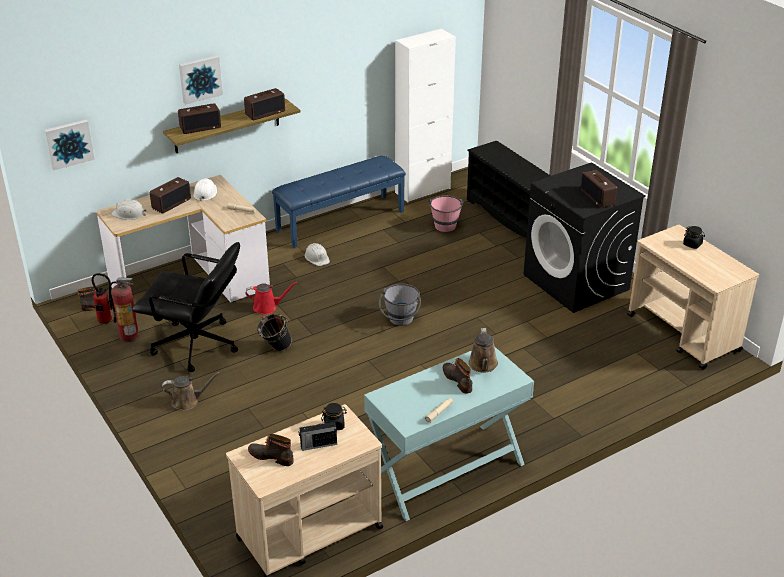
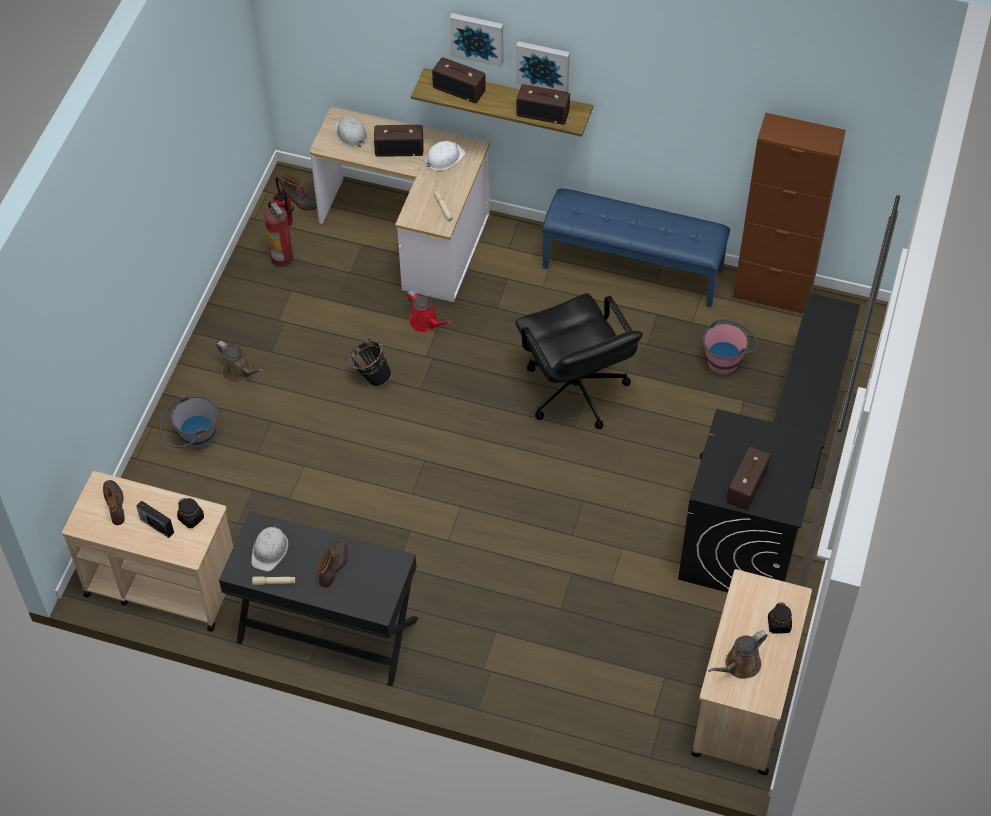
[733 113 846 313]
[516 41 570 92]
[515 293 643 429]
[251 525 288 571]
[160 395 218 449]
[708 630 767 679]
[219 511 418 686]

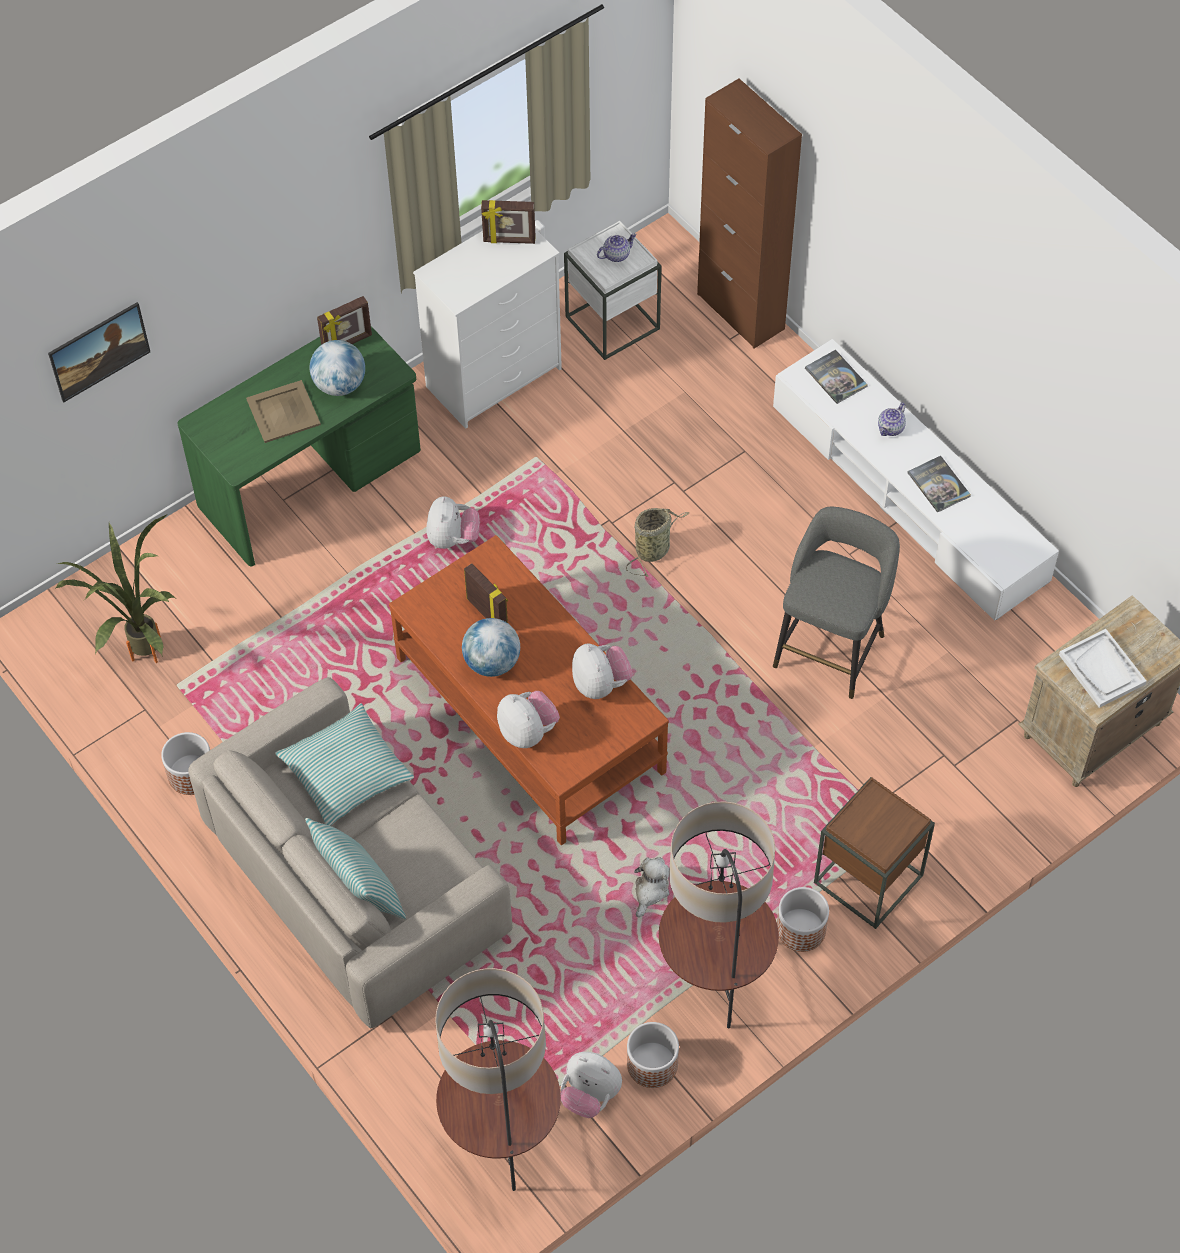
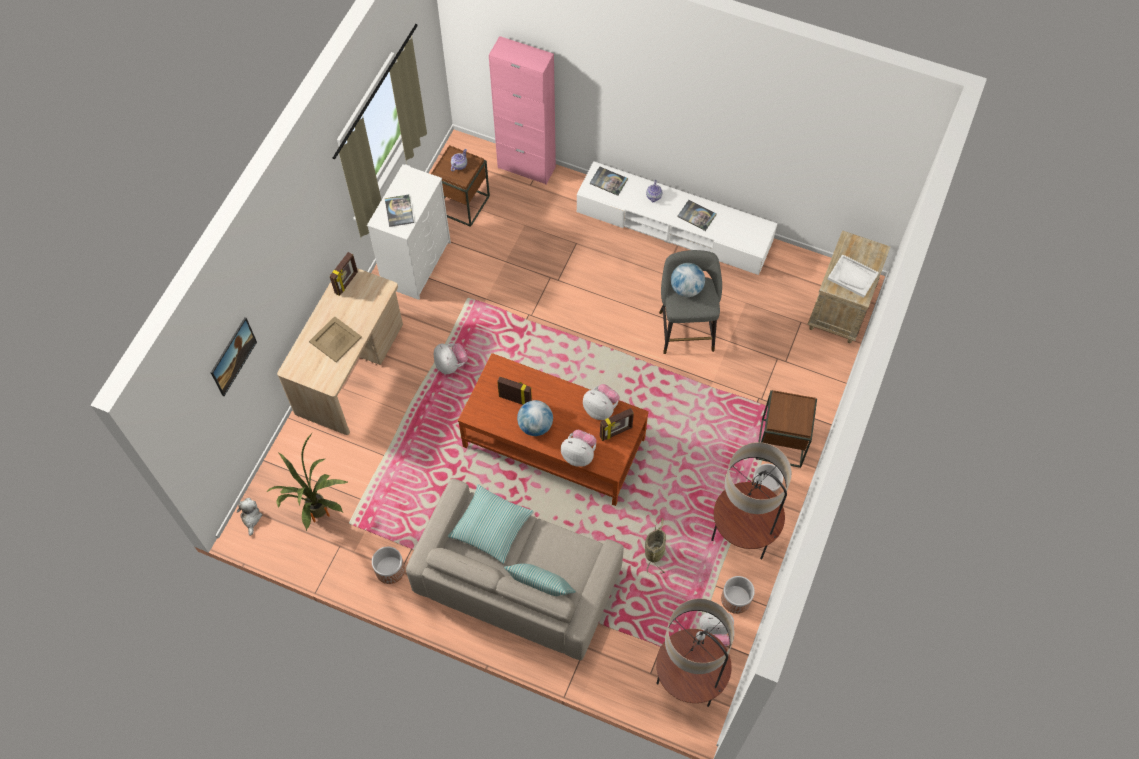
[489 36 556 185]
[600 408 634 441]
[431 145 490 227]
[277 268 403 435]
[671 263 705 297]
[645 518 666 575]
[237 498 262 536]
[385 194 414 227]

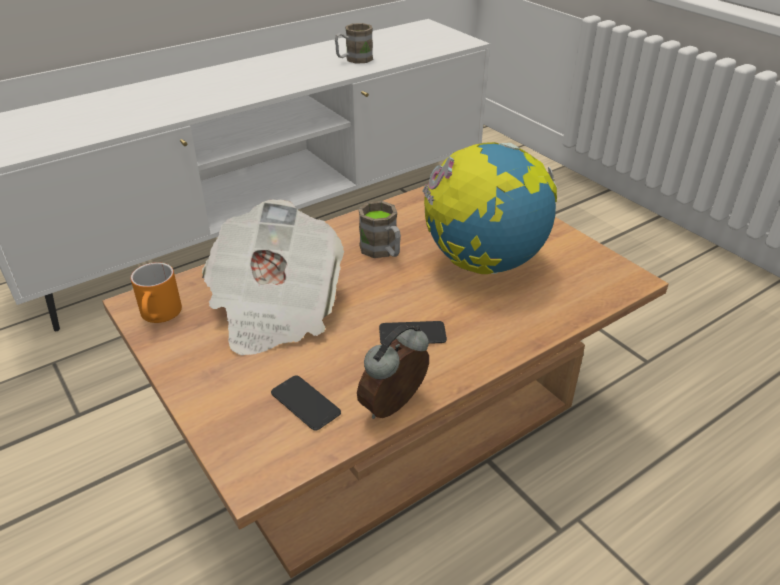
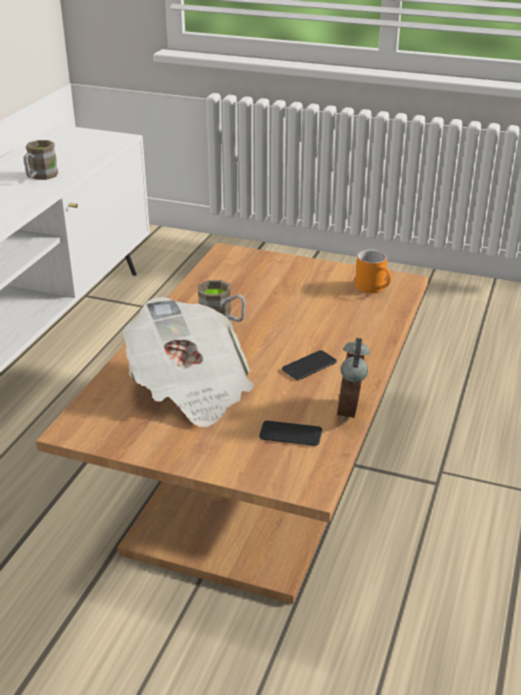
[422 142 557 274] (first image)
[355 250 391 293]

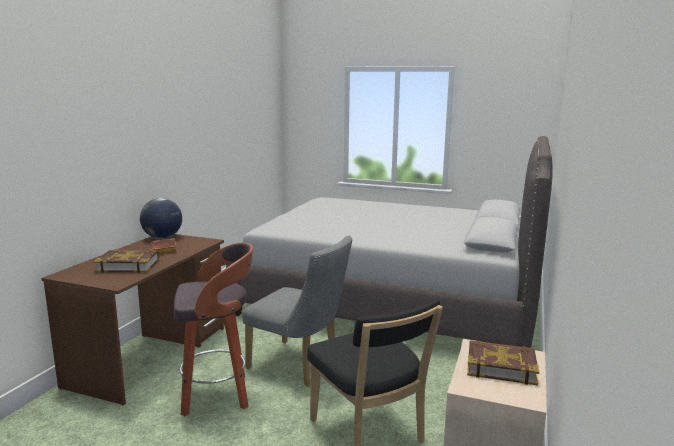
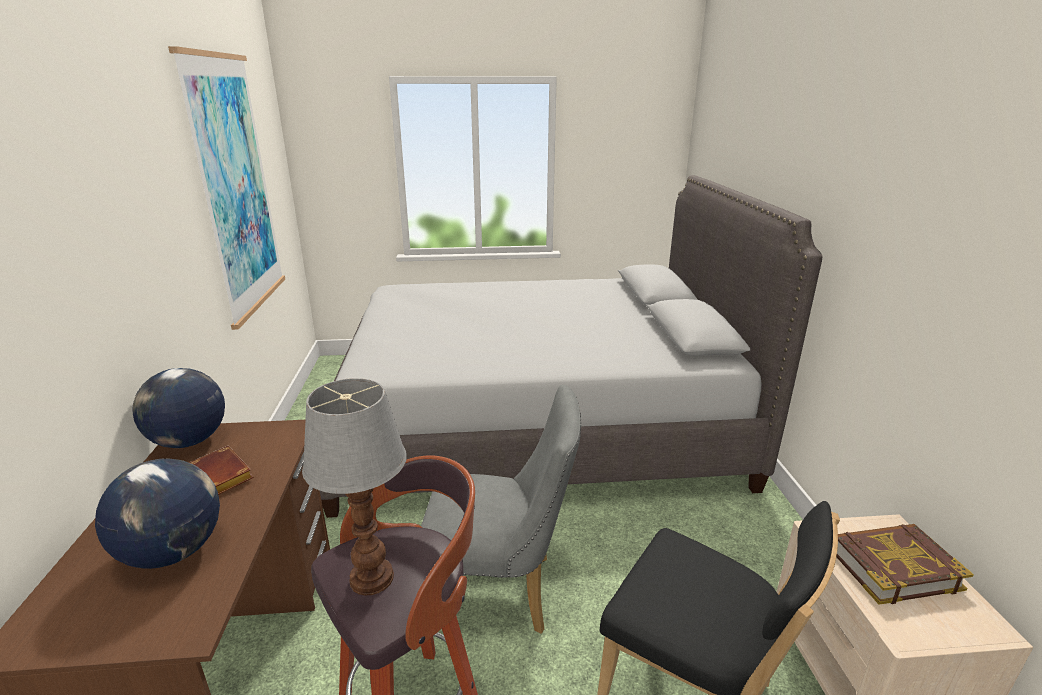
[95 458 220 569]
[168 46 285 330]
[302 378 407 595]

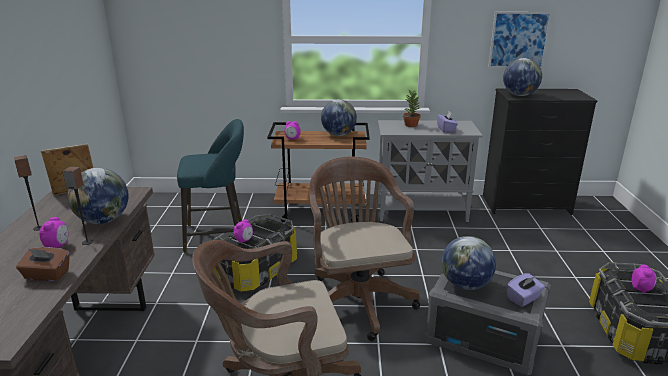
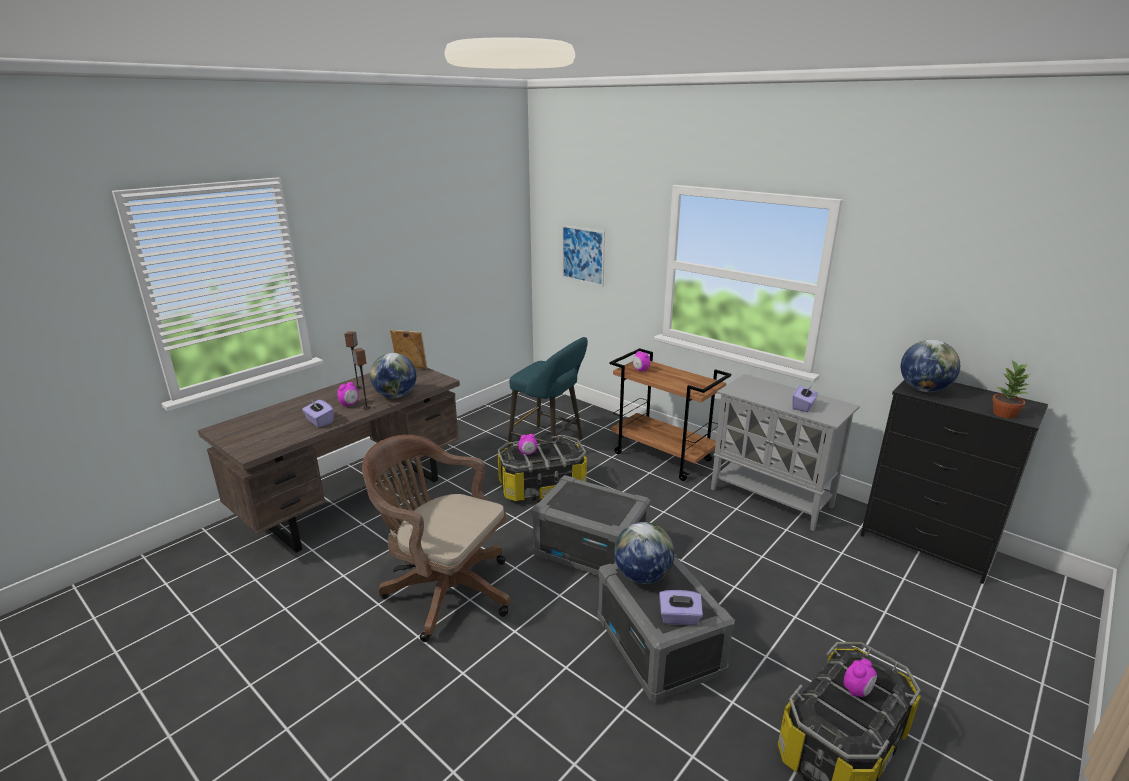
[562 225 605 286]
[992 360 1030 419]
[321 99 357 136] (first image)
[532 475 650 576]
[302 400 334 428]

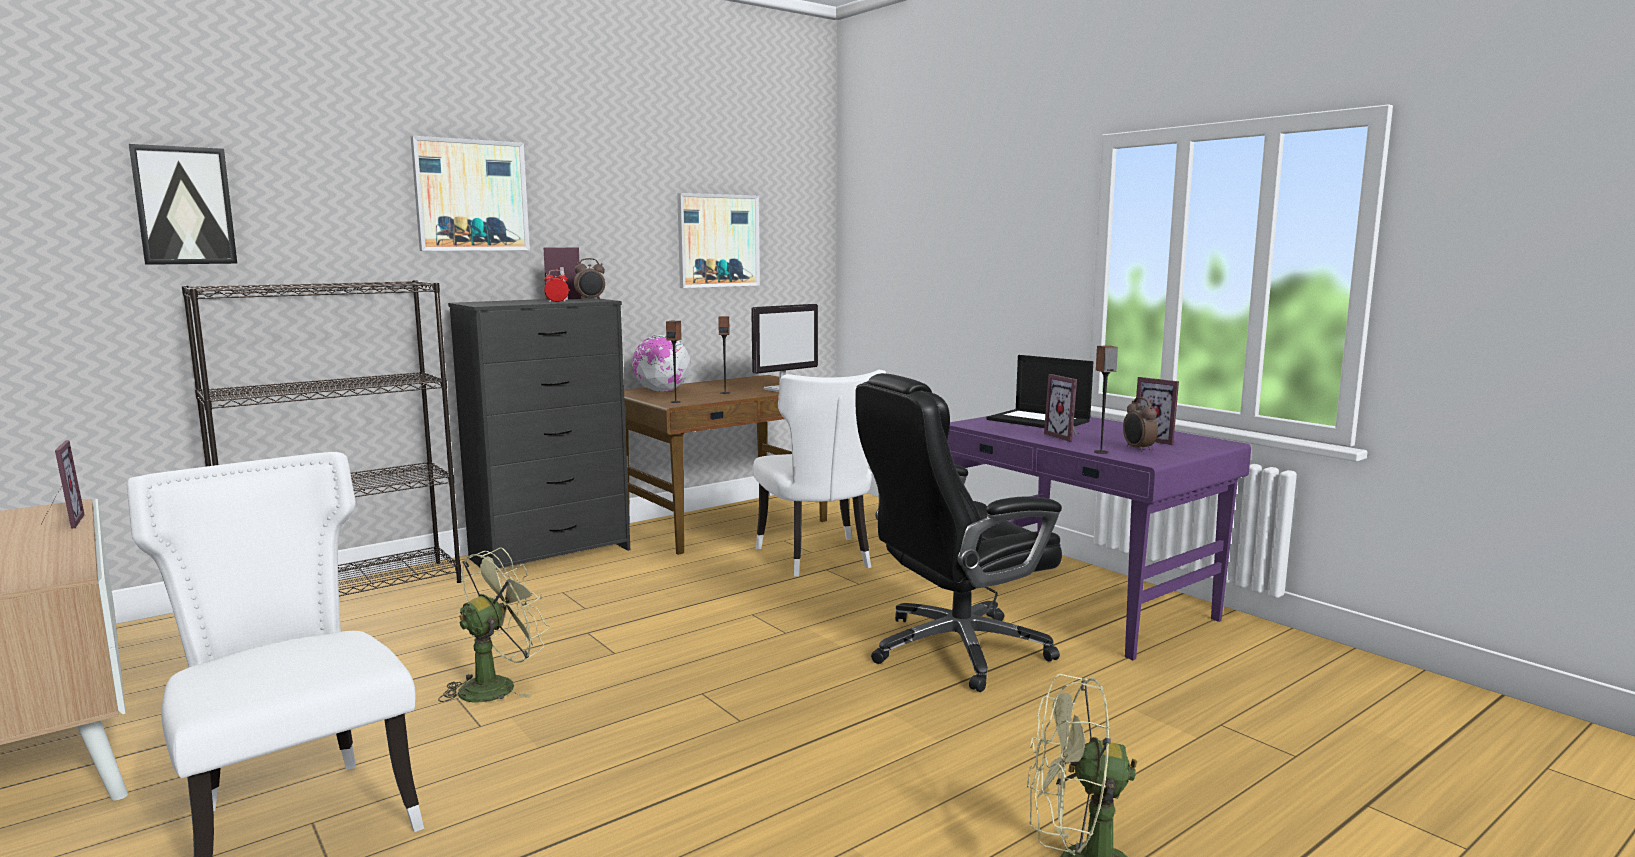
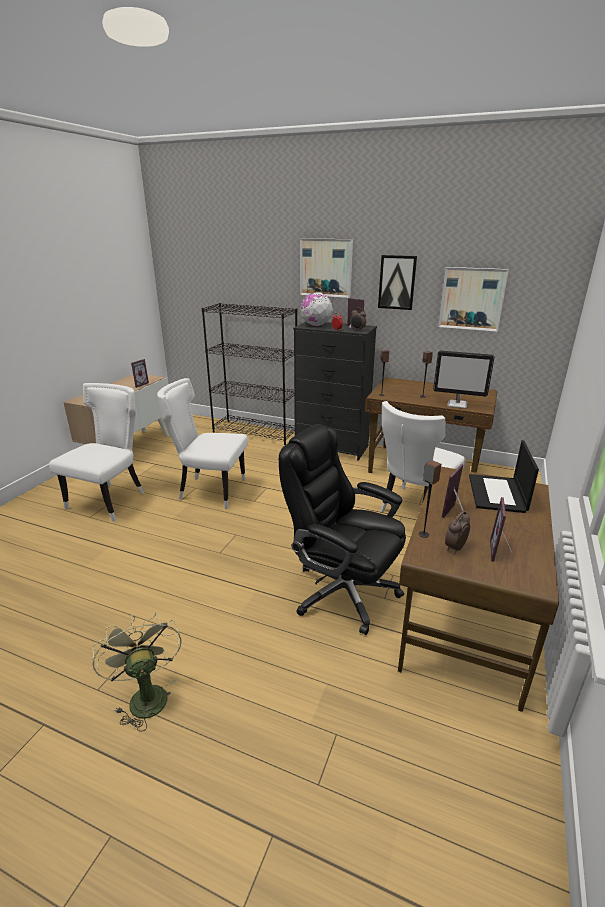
[378 255 417 310]
[300 292 333 326]
[398 467 559 712]
[157 378 248 509]

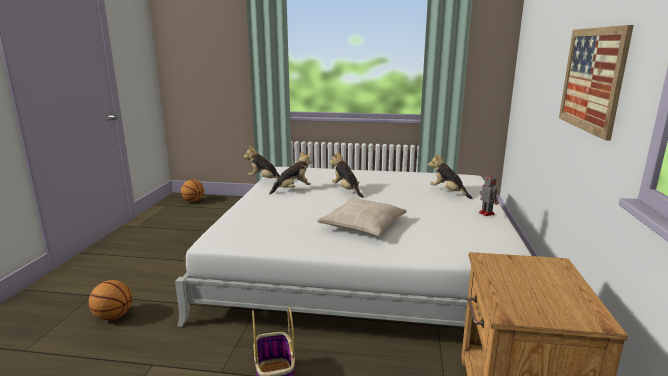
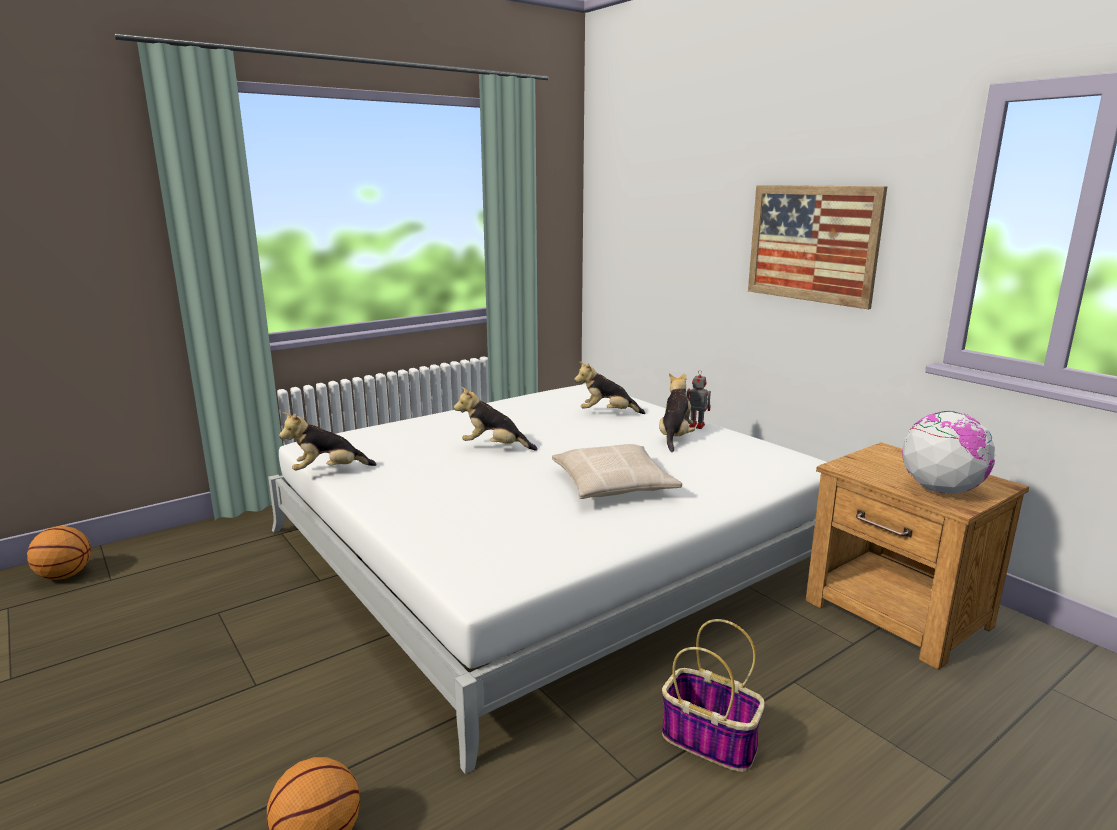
[659 373 695 452]
[902 411 995 494]

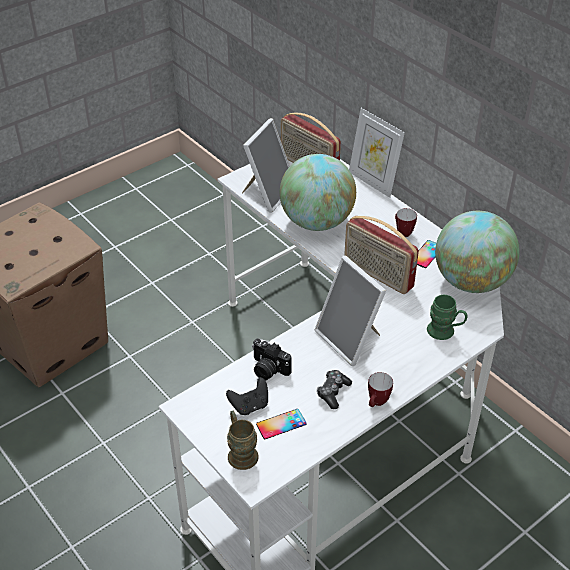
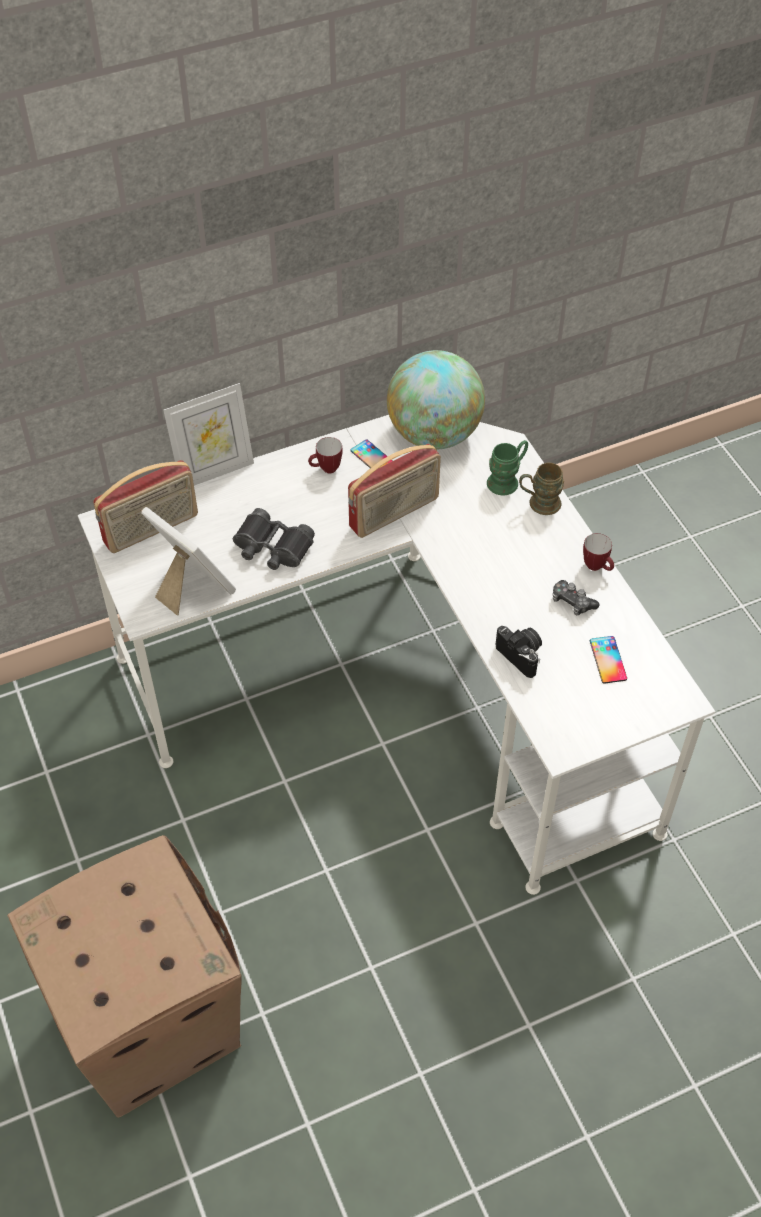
[233 508 315 570]
[315 256 386 366] (first image)
[496 626 542 678]
[226 377 268 415] (first image)
[519 463 564 515]

